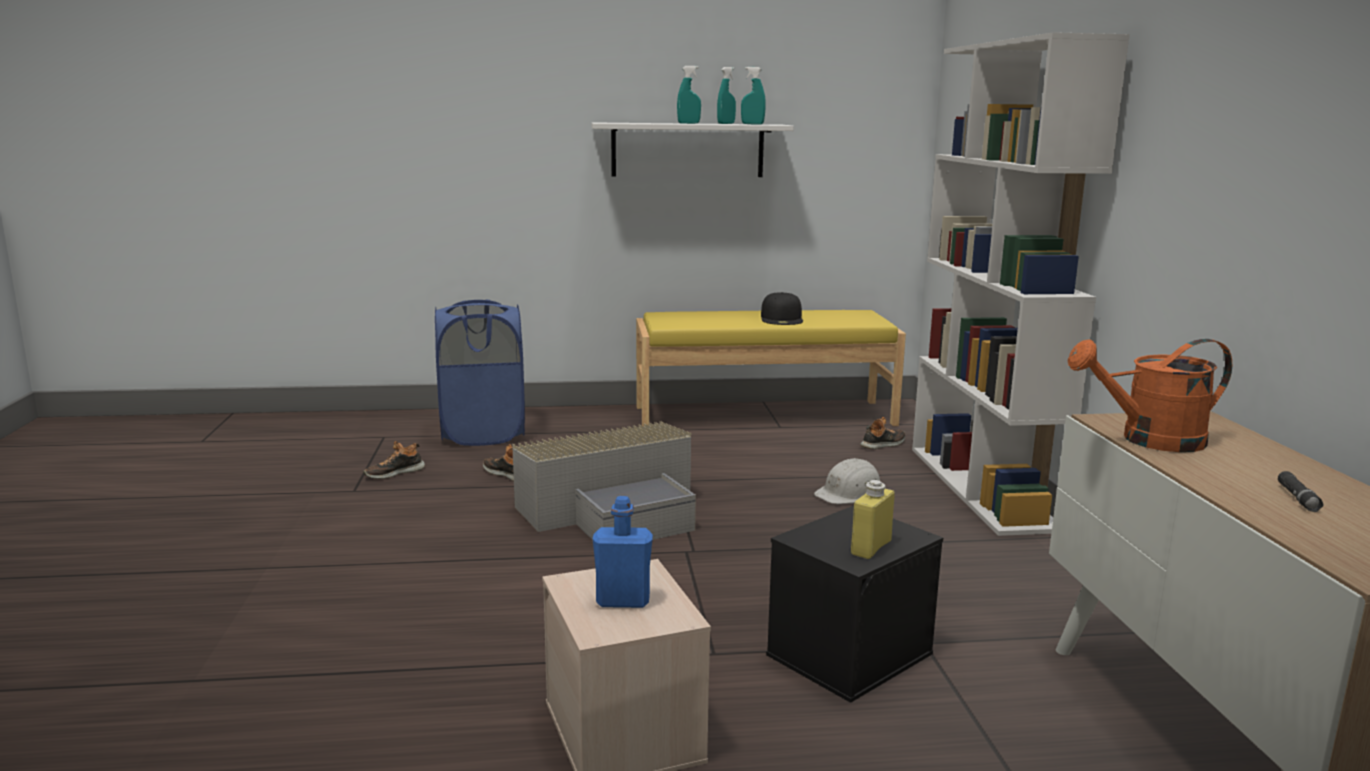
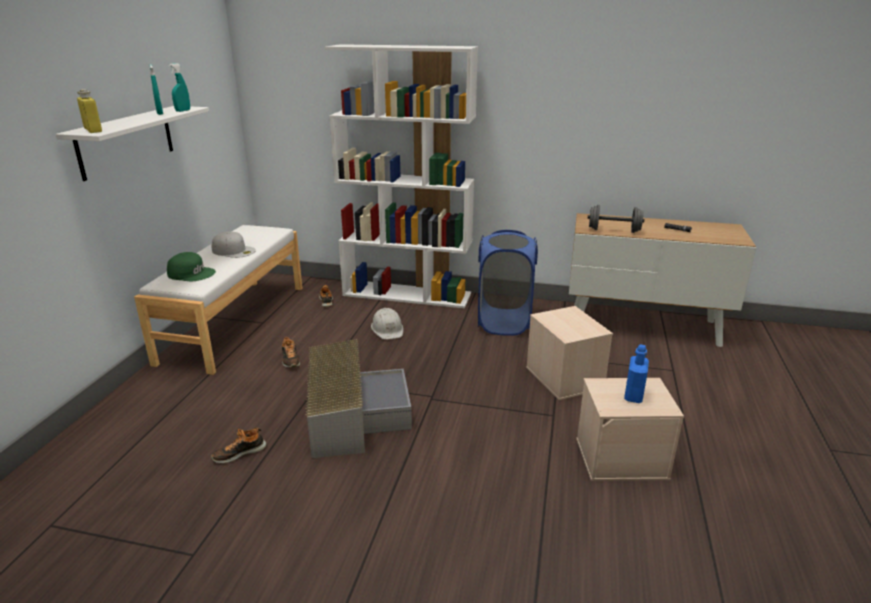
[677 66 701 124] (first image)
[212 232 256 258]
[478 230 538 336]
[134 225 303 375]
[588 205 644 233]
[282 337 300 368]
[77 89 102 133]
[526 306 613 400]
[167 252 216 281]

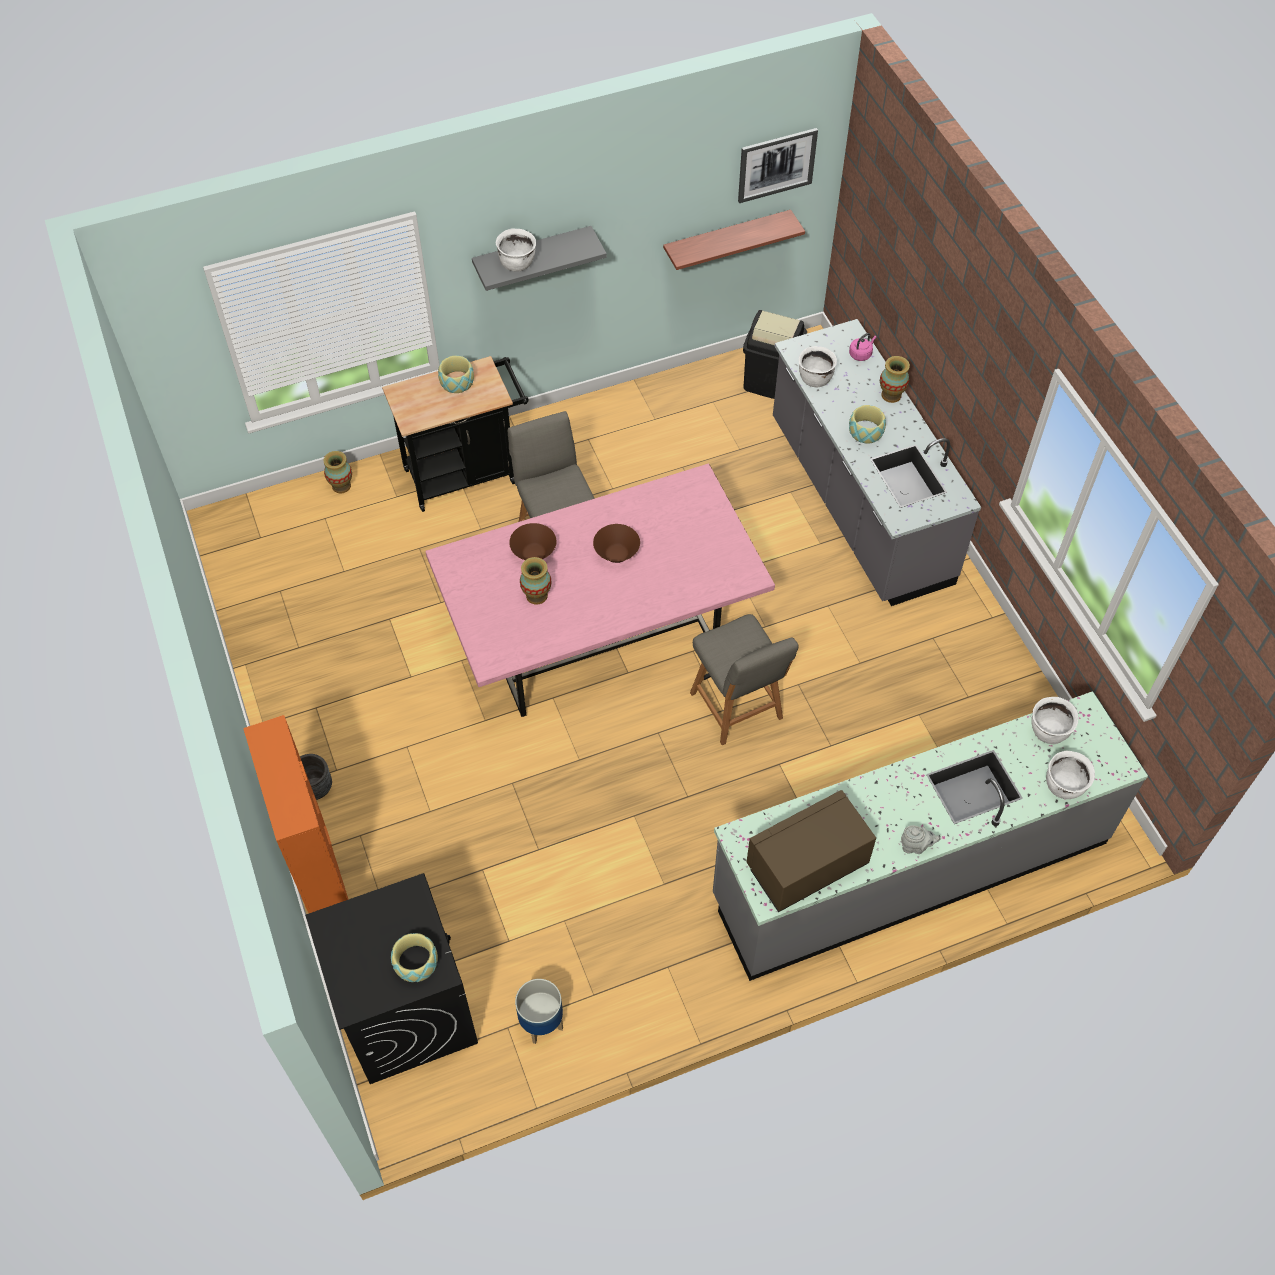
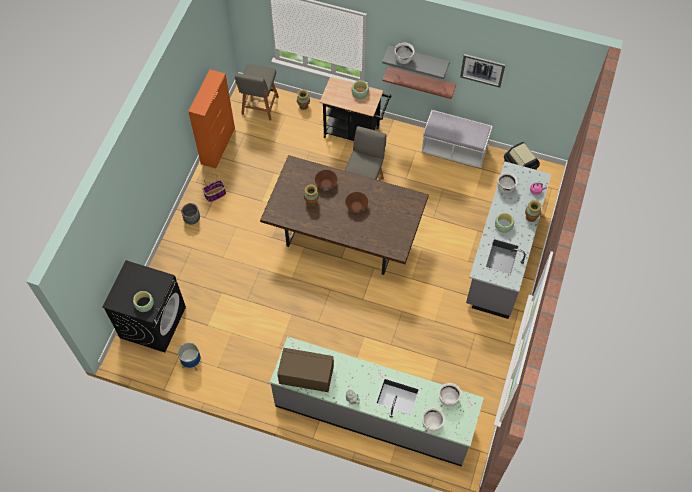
[460 54 505 88]
[382 67 456 99]
[260 155 429 275]
[235 64 279 120]
[188 69 235 168]
[421 110 493 168]
[202 173 226 202]

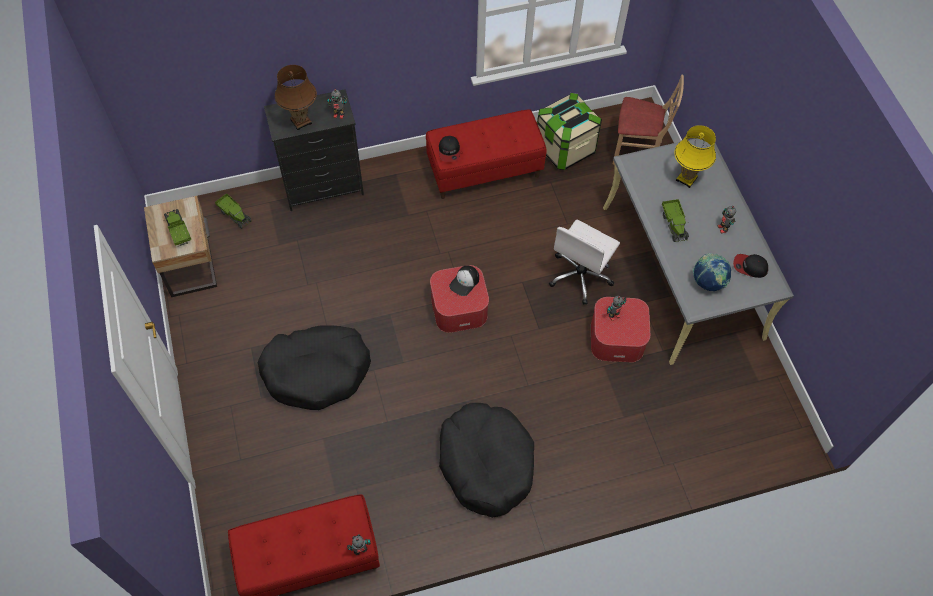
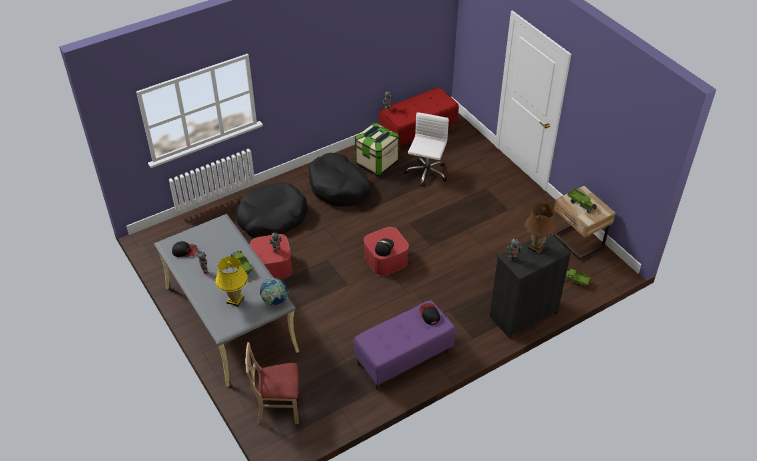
[355 123 399 175]
[353 300 455 390]
[404 112 449 186]
[260 277 288 305]
[237 182 308 238]

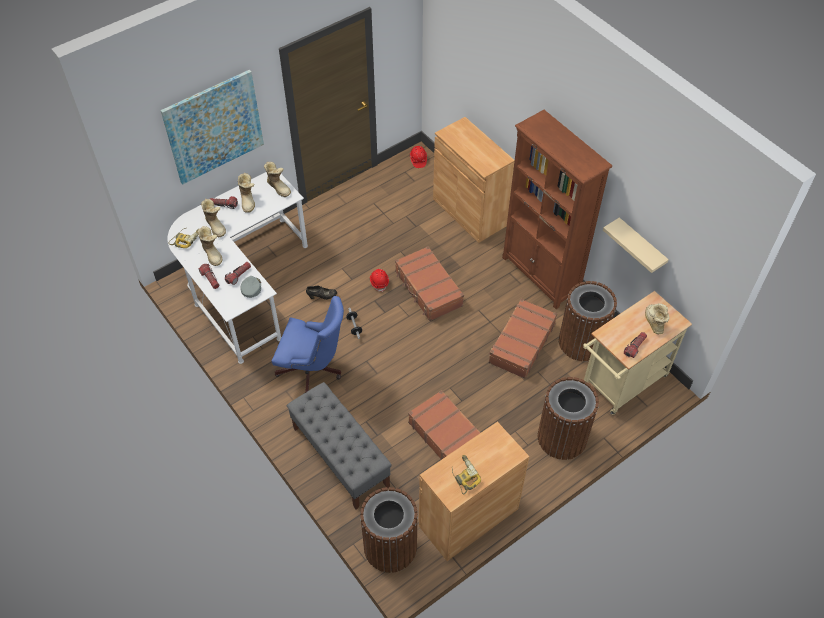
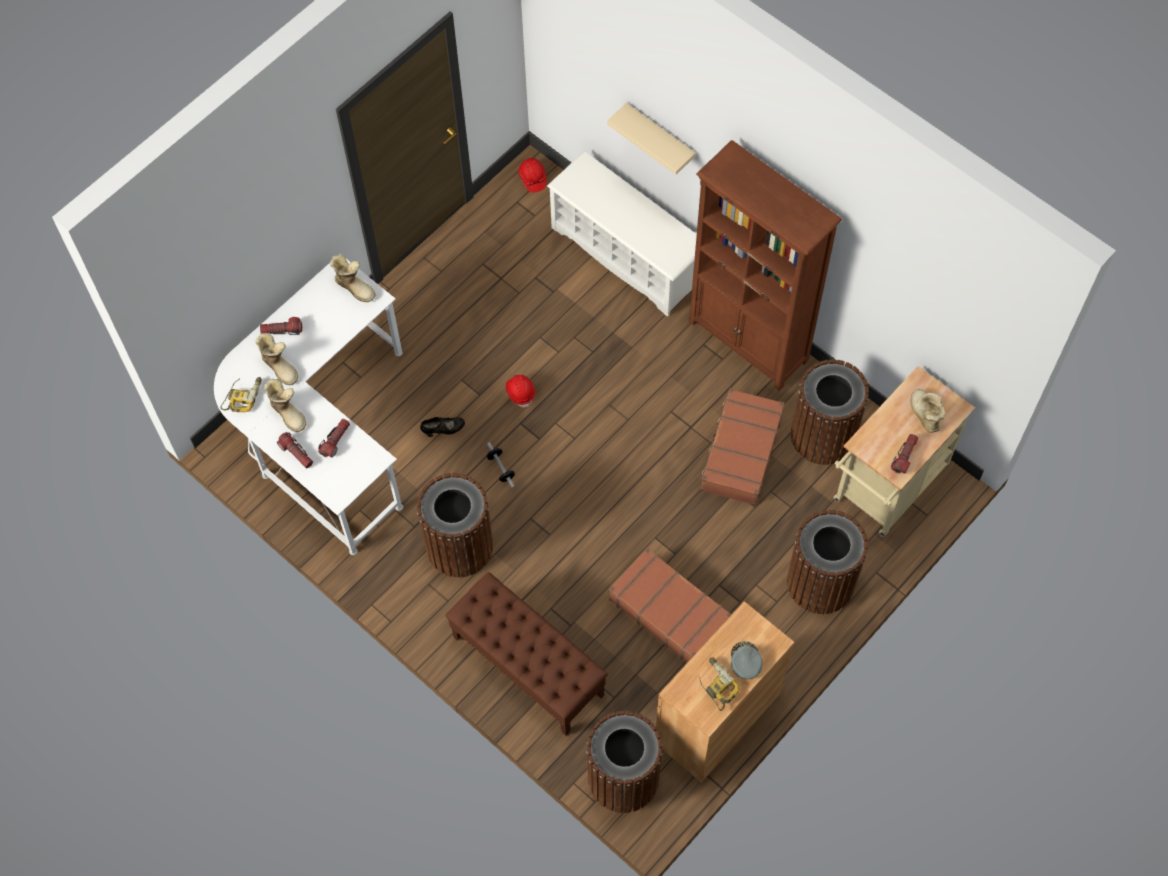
[161 70 264 185] (first image)
[547 151 697 317]
[238 173 255 213] (first image)
[607 103 696 175]
[395 246 464 321] (first image)
[731 641 763 679]
[417 473 493 577]
[446 572 608 736]

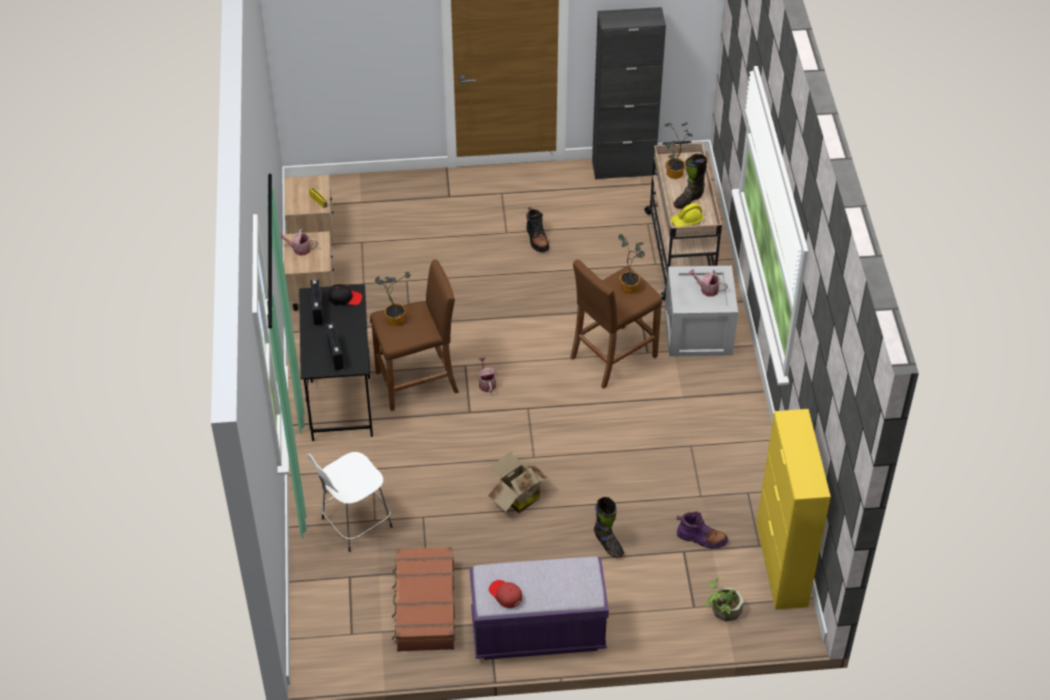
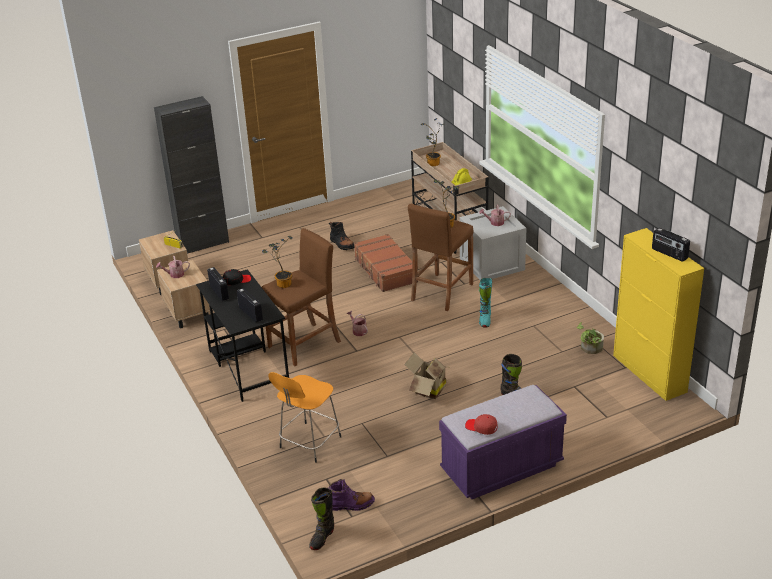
[154 96 229 254]
[309 487 334 550]
[268 372 341 463]
[329 479 375 511]
[354 234 418 292]
[577 322 604 354]
[652 228 690 262]
[479 278 492 327]

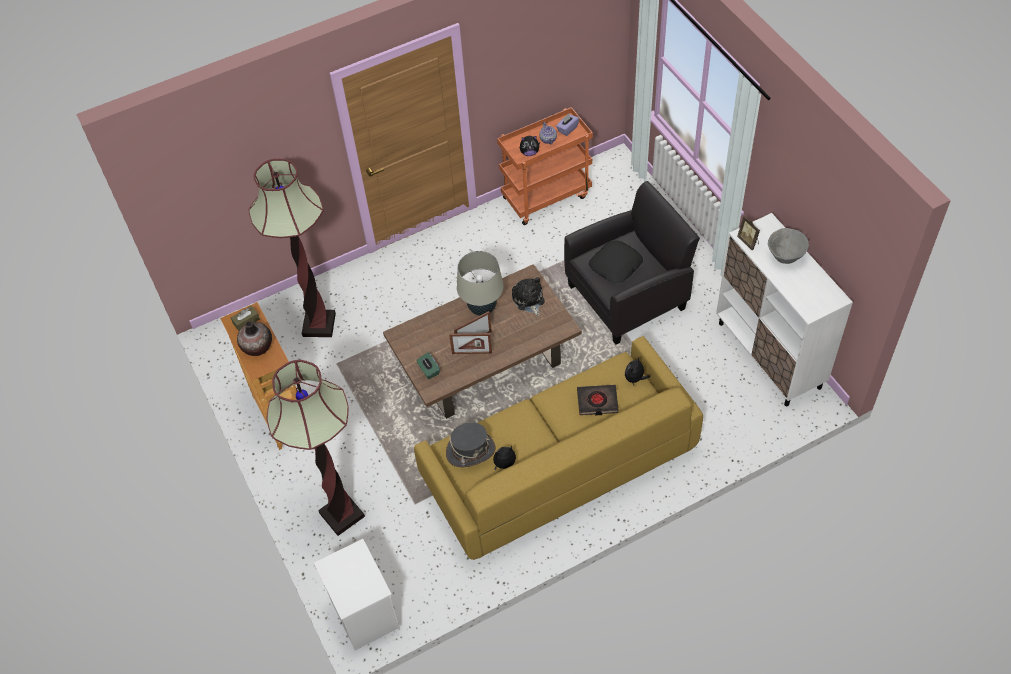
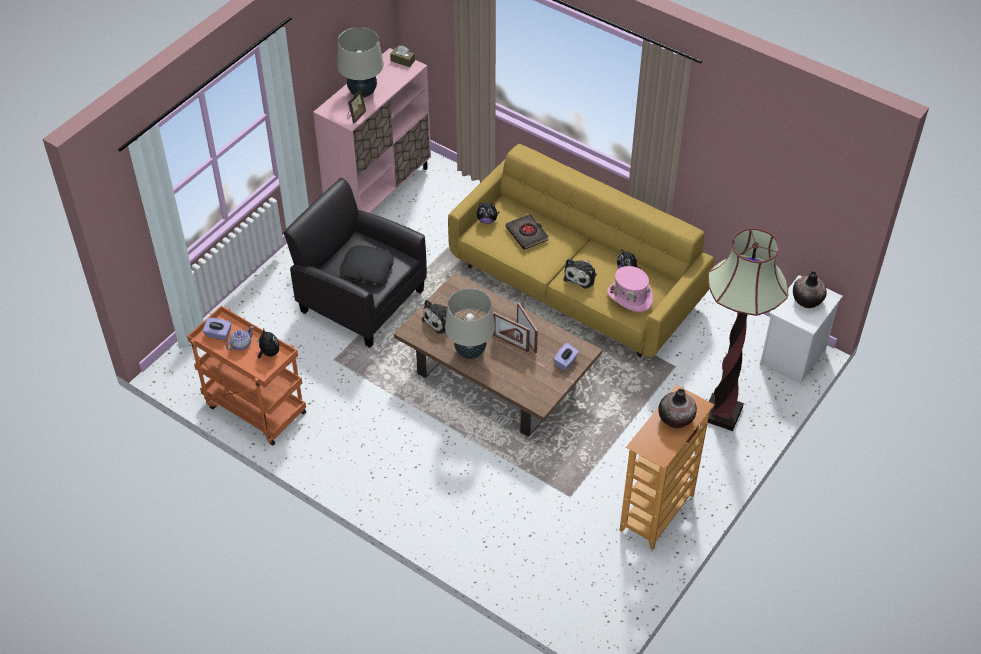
[248 159 336 337] (first image)
[313 48 431 213]
[337 27 384 97]
[390 46 415 67]
[553 343 579 371]
[607 266 653 312]
[563 259 597 288]
[793 271 827 308]

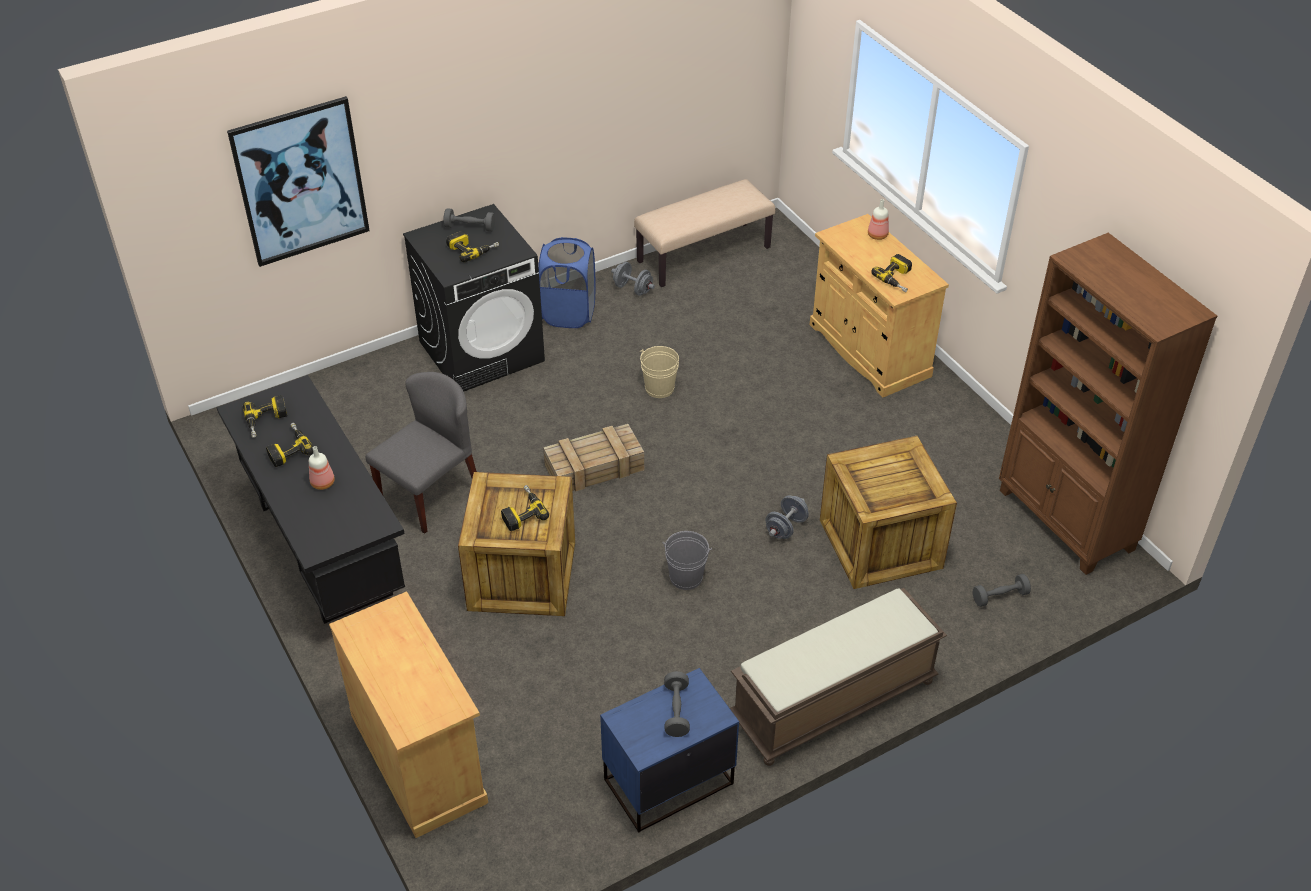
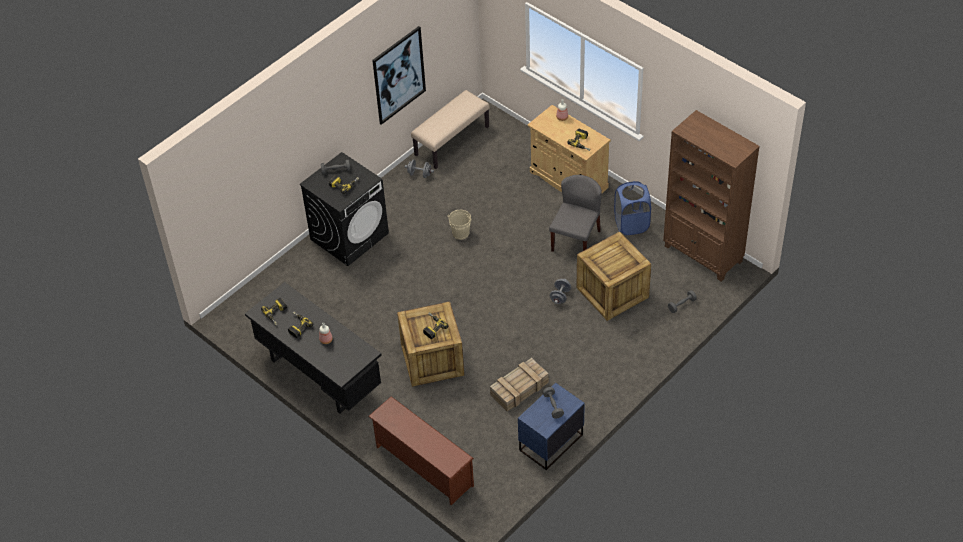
[372 26 426 125]
[614 181 651 235]
[549 175 602 252]
[490 358 549 412]
[662 531 712 590] (first image)
[730 588 947 766] (first image)
[368 396 474 505]

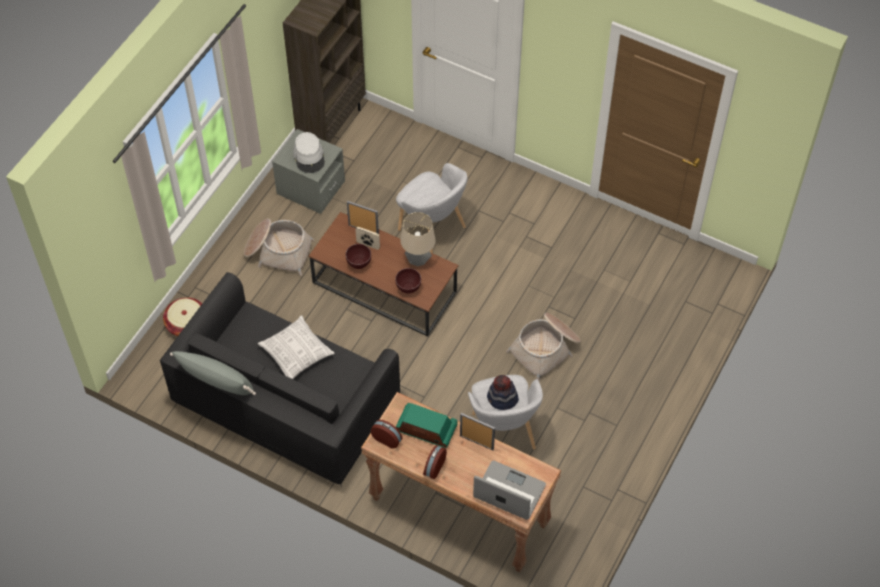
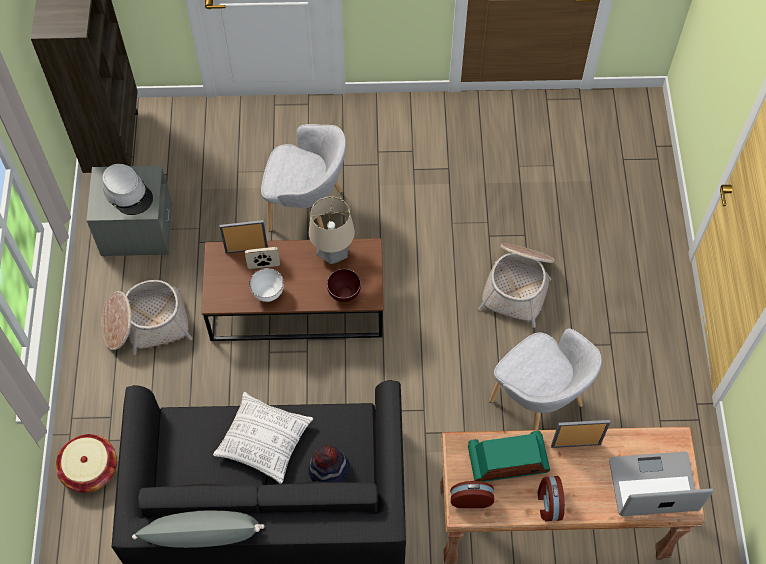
[249 268 284 302]
[308 445 350 482]

